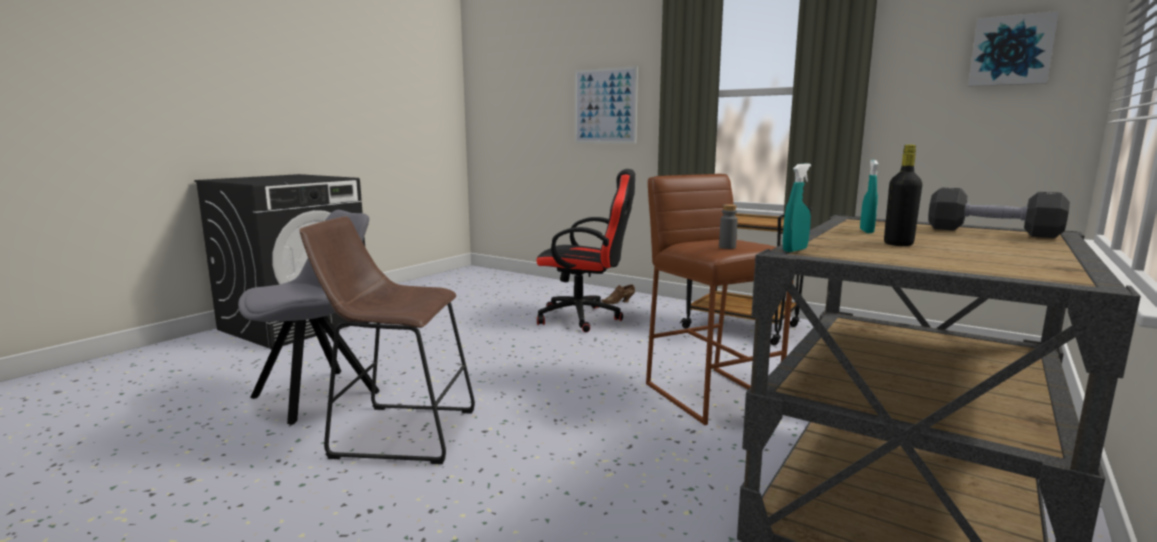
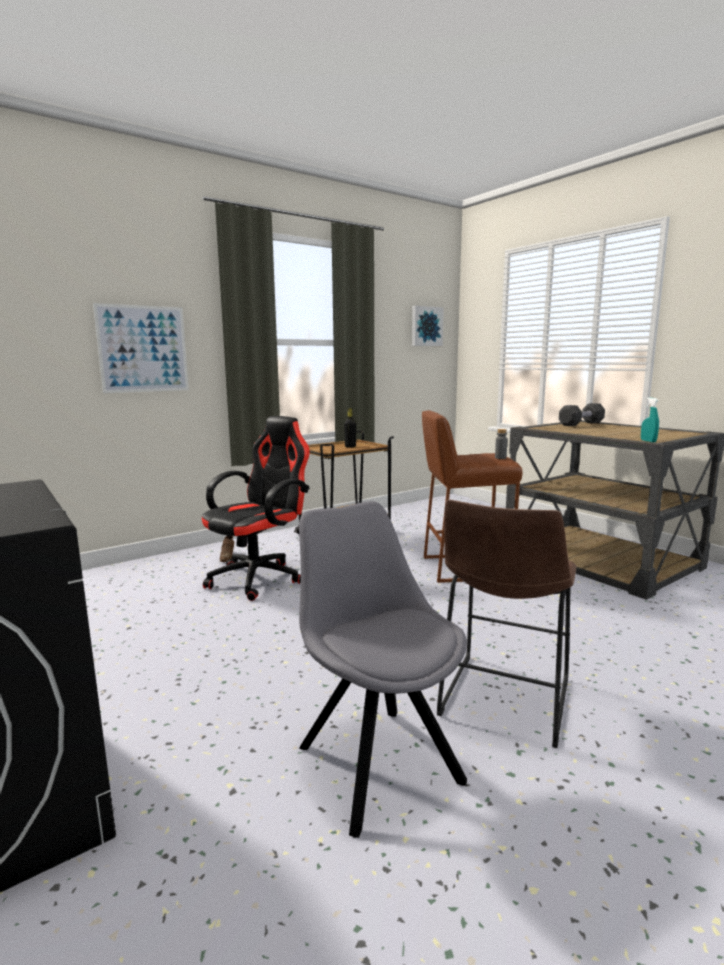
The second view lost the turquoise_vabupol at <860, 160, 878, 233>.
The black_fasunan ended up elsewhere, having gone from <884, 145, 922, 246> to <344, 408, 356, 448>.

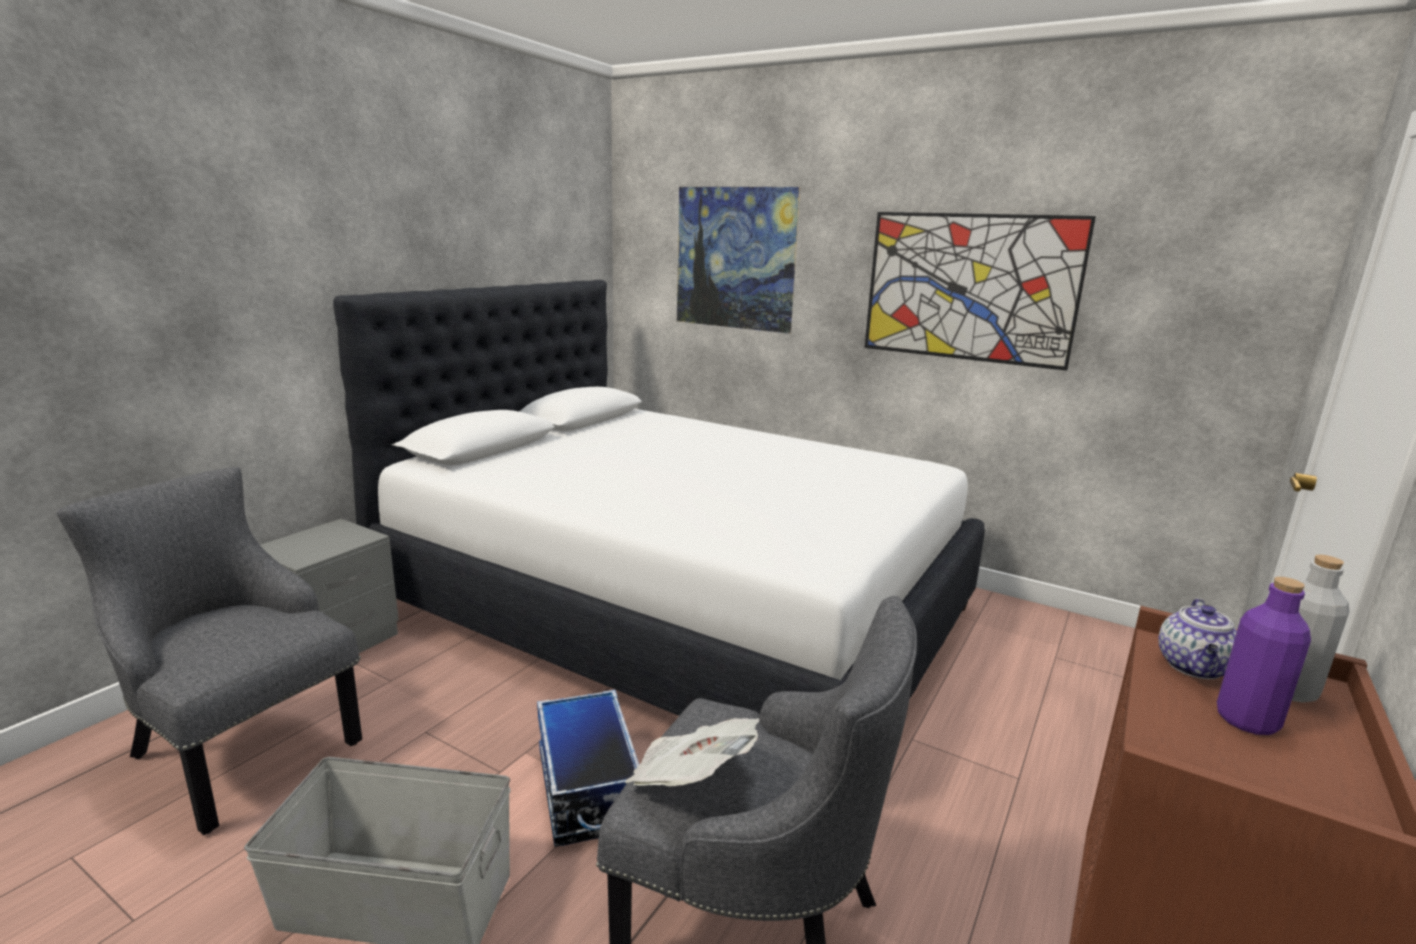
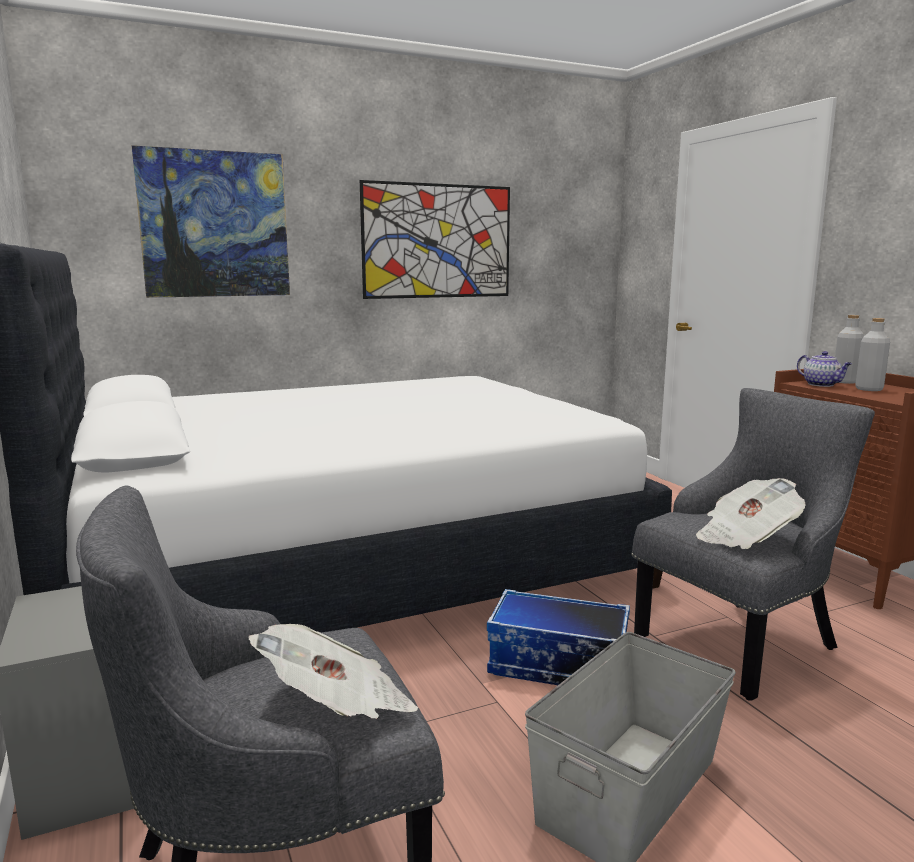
What was the purple_fasunan at <1217, 577, 1311, 735> turned into the grey_fasunan at <855, 318, 890, 391>.
The second view gained the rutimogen at <249, 624, 418, 719>.

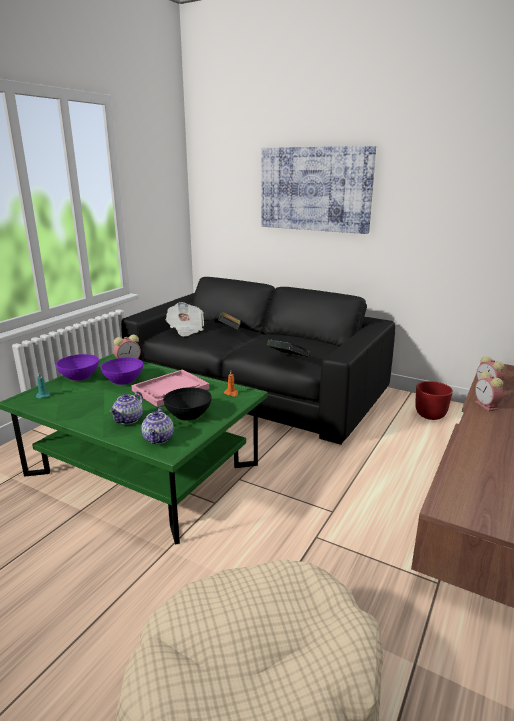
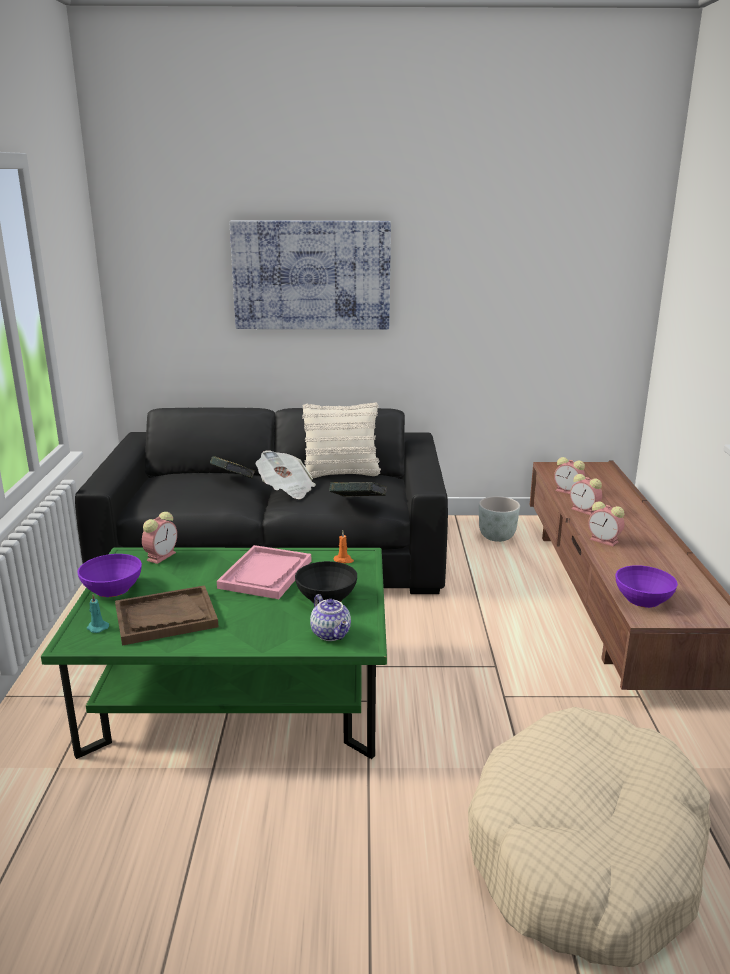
The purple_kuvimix ended up elsewhere, having gone from <101, 358, 143, 385> to <616, 565, 678, 608>.
The second view lost the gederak at <110, 391, 143, 425>.
The rutimogen ended up elsewhere, having gone from <166, 302, 204, 337> to <256, 450, 316, 499>.
What was the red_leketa at <415, 381, 453, 420> turned into the grey_leketa at <479, 496, 520, 542>.
The second view gained the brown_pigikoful at <115, 585, 219, 646>.
The second view gained the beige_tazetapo at <302, 402, 381, 478>.
The second view gained the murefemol at <588, 501, 624, 546>.

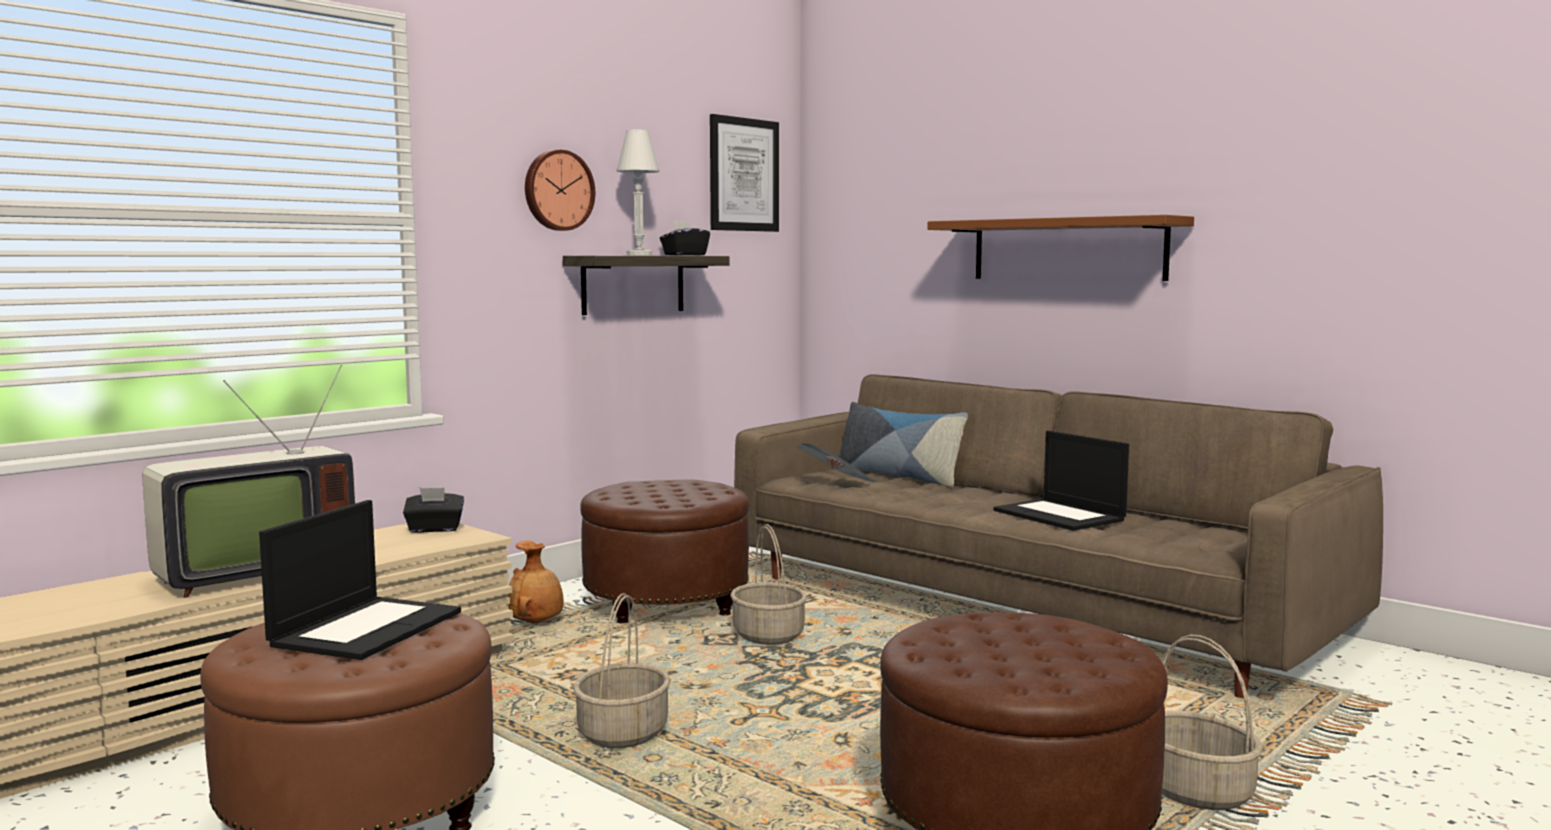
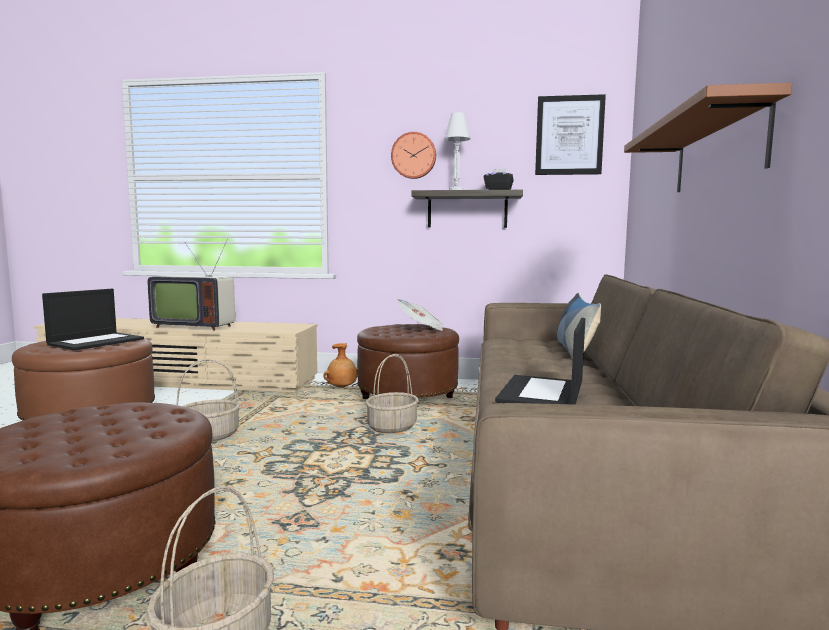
The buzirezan at <259, 500, 461, 660> ended up facing another way, 45 degrees counterclockwise from before.
The second view lost the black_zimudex at <403, 488, 464, 533>.
The rutimogen ended up elsewhere, having gone from <797, 443, 877, 482> to <397, 299, 443, 331>.

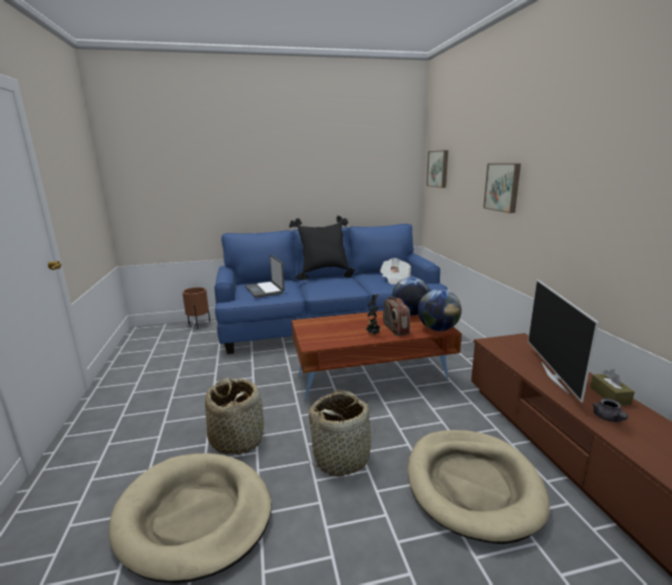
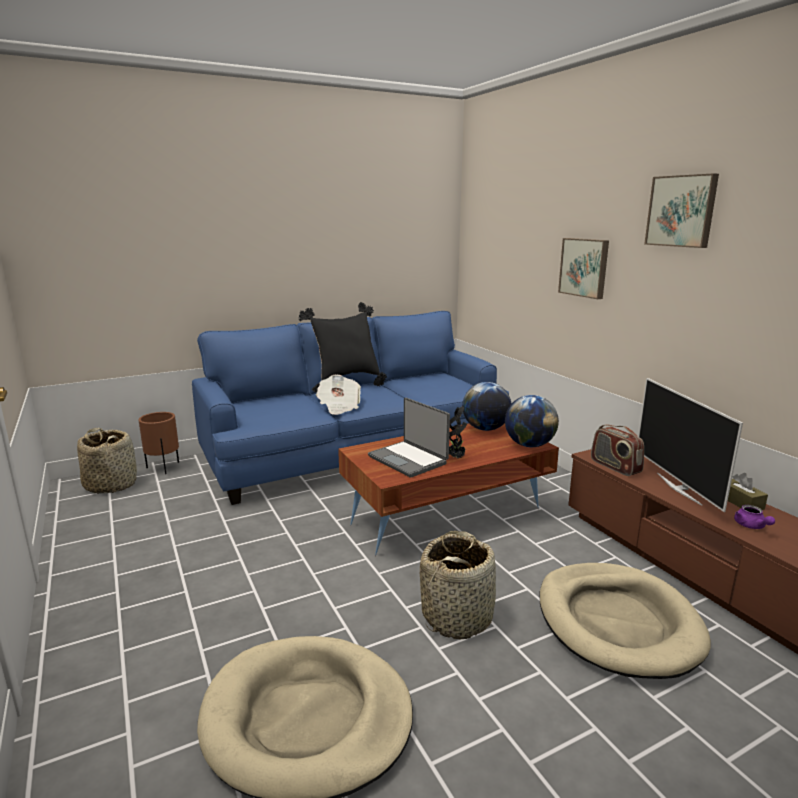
The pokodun ended up elsewhere, having gone from <205, 378, 264, 455> to <77, 428, 137, 494>.
The buzirezan ended up elsewhere, having gone from <245, 255, 285, 298> to <368, 398, 450, 478>.
The rutimogen ended up elsewhere, having gone from <380, 258, 411, 284> to <316, 375, 361, 415>.
The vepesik ended up elsewhere, having gone from <383, 297, 410, 336> to <591, 424, 644, 476>.
The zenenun ended up elsewhere, having gone from <427, 150, 448, 188> to <644, 173, 719, 248>.
What was the grey_gederak at <592, 398, 628, 422> turned into the purple_gederak at <734, 505, 775, 529>.

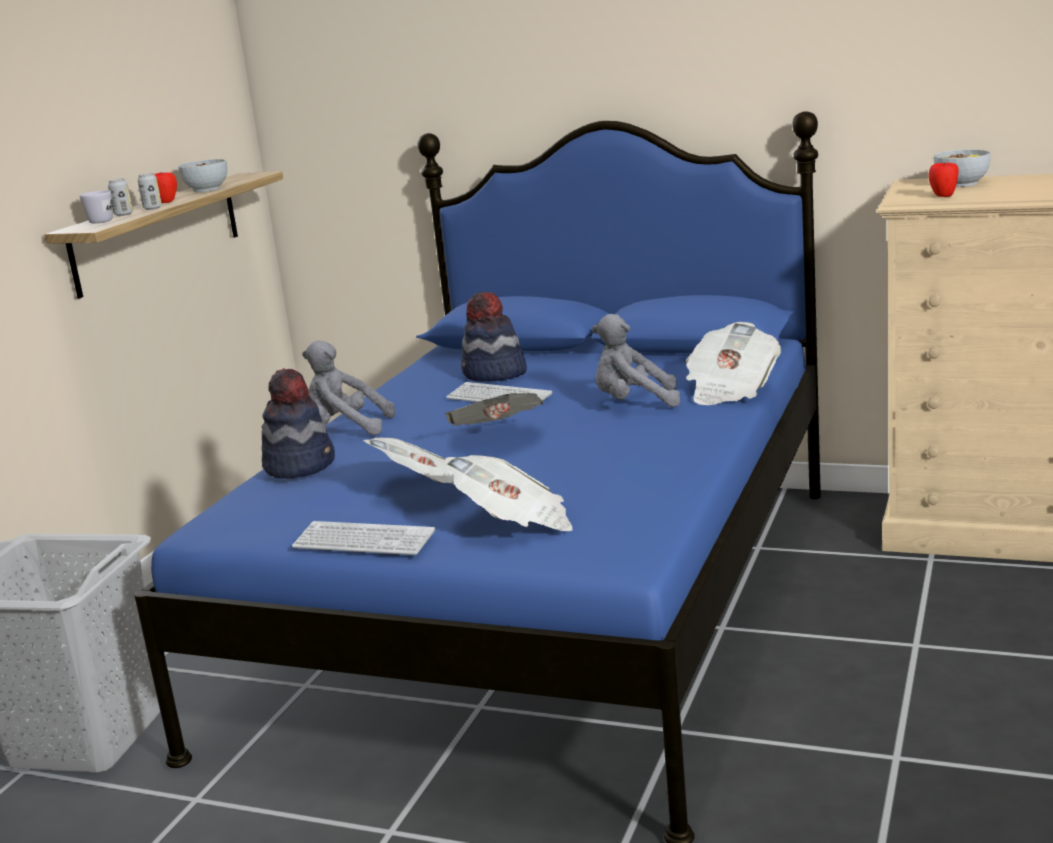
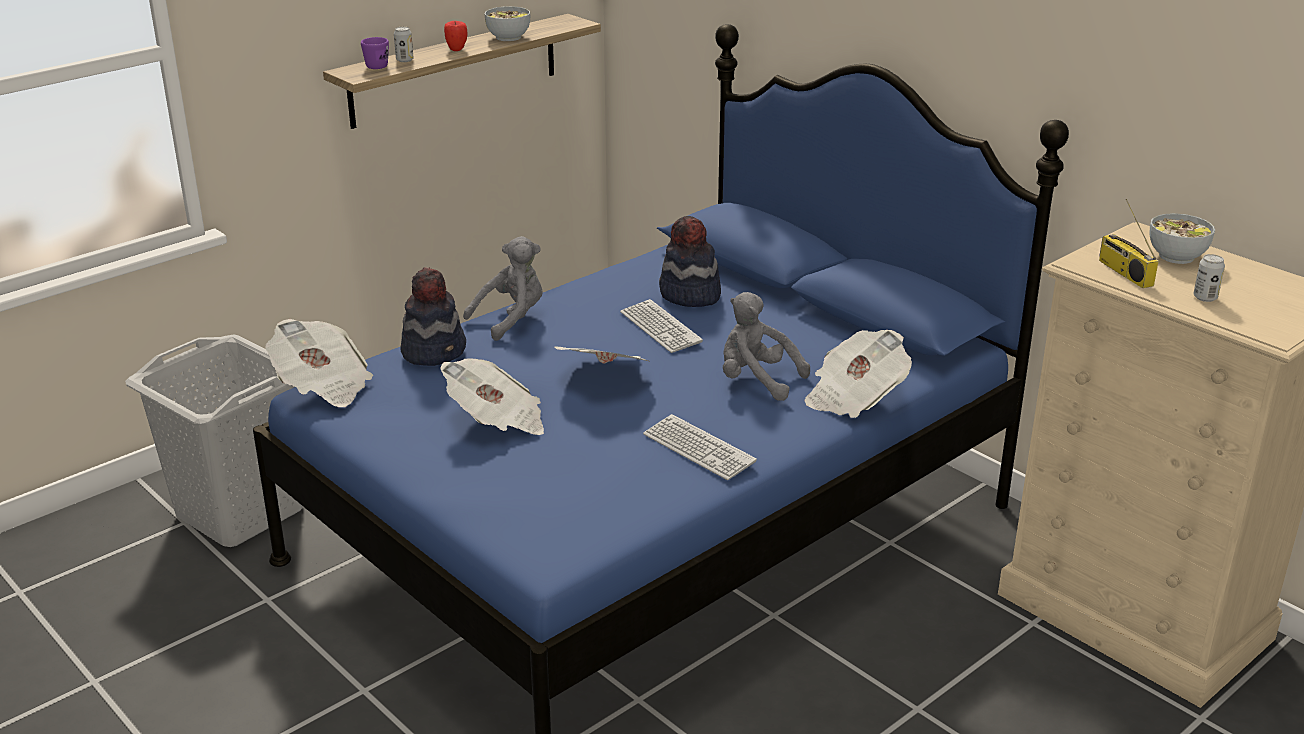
What was the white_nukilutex at <80, 190, 113, 223> turned into the purple_nukilutex at <361, 37, 389, 69>.
The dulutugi ended up elsewhere, having gone from <138, 173, 162, 210> to <1193, 254, 1225, 302>.
The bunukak ended up elsewhere, having gone from <292, 521, 435, 555> to <643, 414, 757, 480>.
The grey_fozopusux at <302, 340, 395, 435> ended up facing another way, 105 degrees clockwise from before.
The rutimogen ended up elsewhere, having gone from <444, 455, 573, 531> to <265, 319, 373, 407>.
Where the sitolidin stood at <929, 162, 959, 197>, the vepesik came to stand at <1099, 199, 1159, 288>.

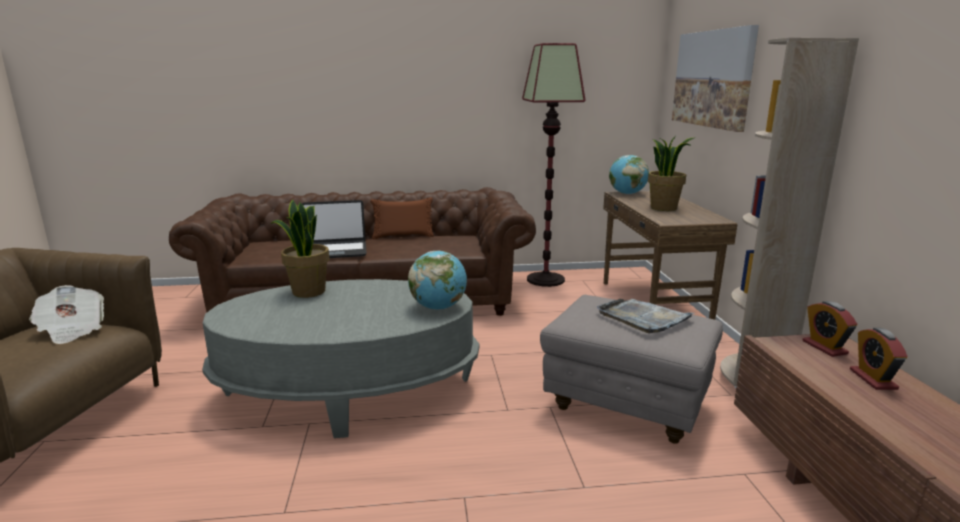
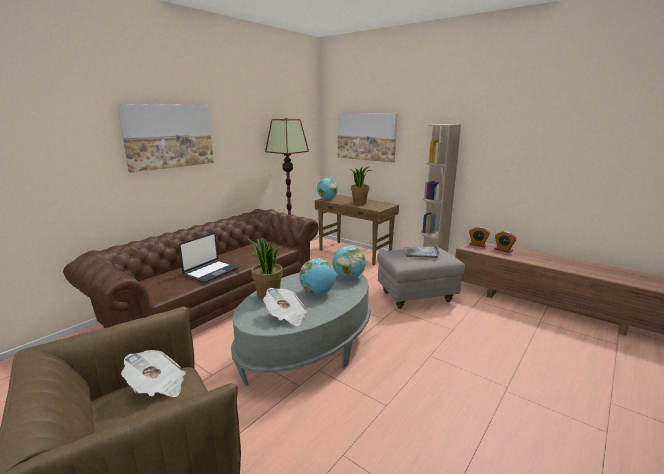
The second view lost the brown_tazetapo at <370, 198, 434, 239>.
The second view gained the zenenun at <117, 104, 214, 173>.
The second view gained the rutimogen at <263, 288, 308, 326>.
The second view gained the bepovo at <300, 258, 336, 295>.

